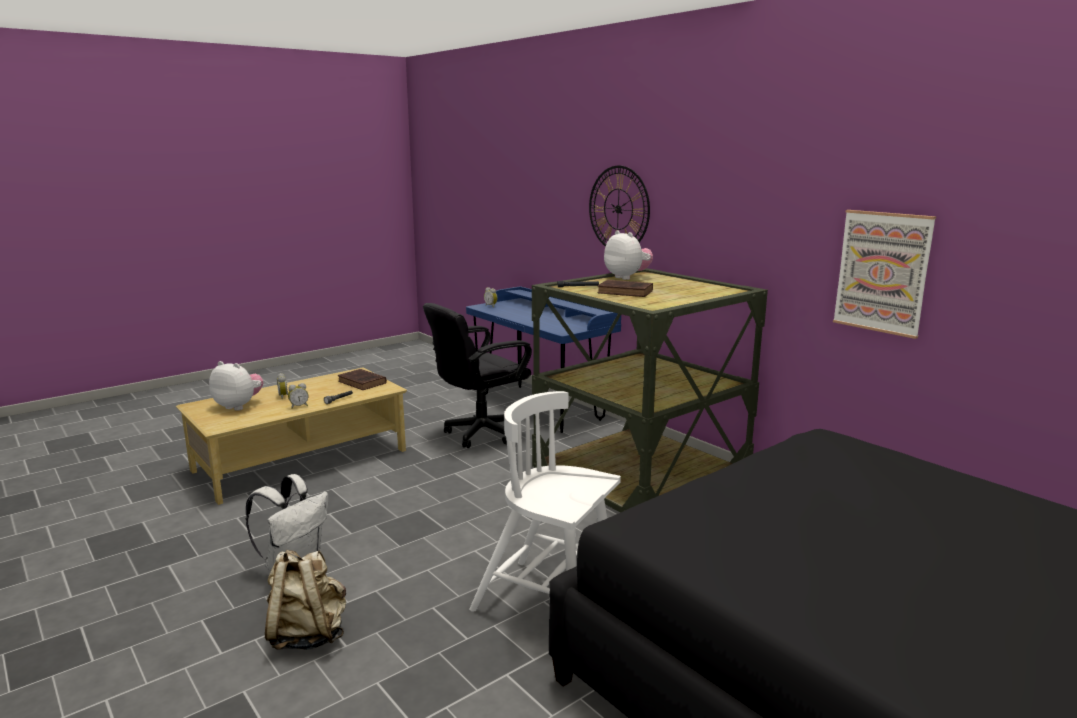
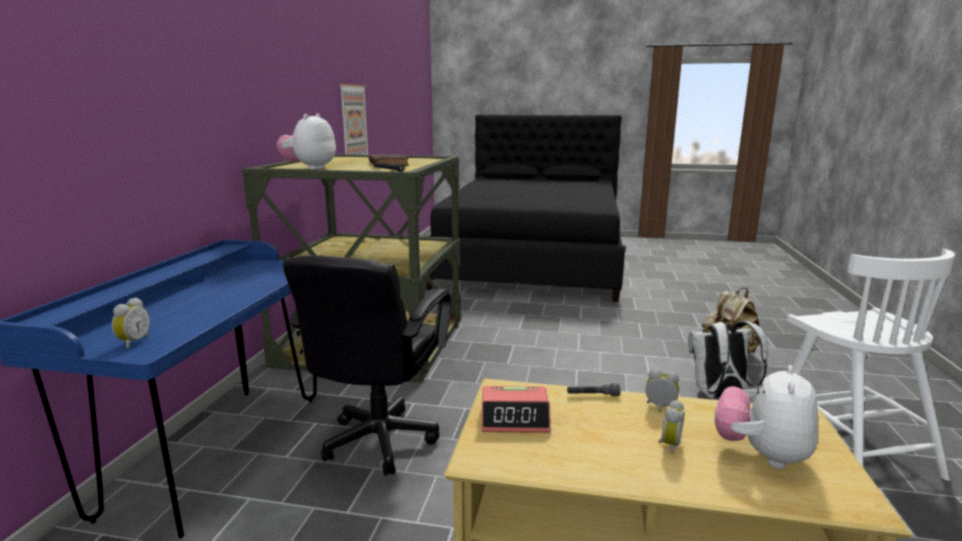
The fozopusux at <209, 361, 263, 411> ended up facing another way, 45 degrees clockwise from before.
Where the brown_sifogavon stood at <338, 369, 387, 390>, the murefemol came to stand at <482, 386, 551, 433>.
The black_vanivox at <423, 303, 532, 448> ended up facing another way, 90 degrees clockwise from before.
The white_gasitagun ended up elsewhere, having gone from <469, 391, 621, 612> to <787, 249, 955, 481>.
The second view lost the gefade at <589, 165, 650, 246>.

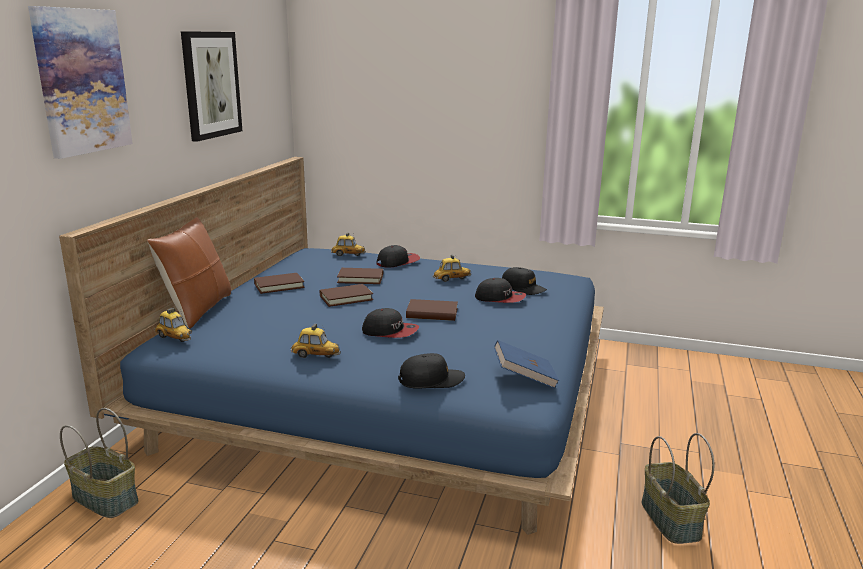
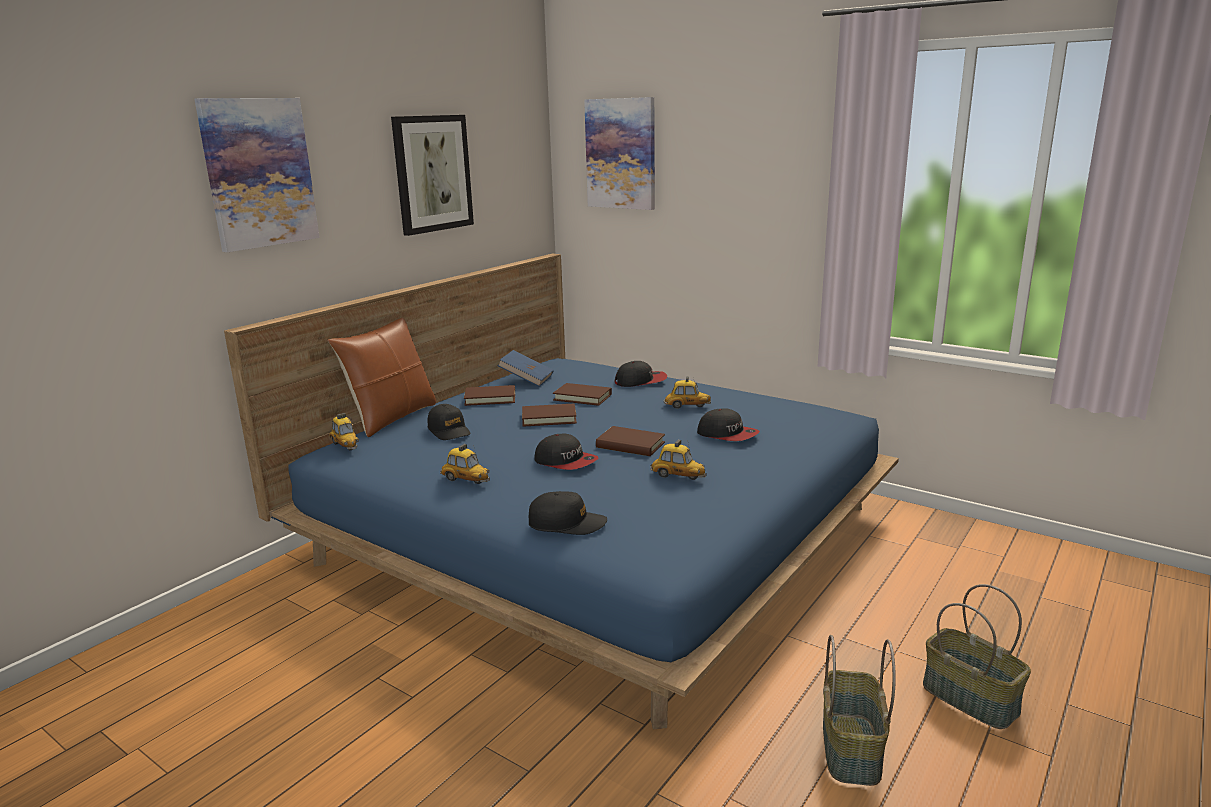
The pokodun ended up elsewhere, having gone from <60, 408, 139, 518> to <923, 584, 1031, 729>.
The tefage ended up elsewhere, having gone from <331, 232, 366, 256> to <650, 440, 707, 480>.
The blue_sifogavon ended up elsewhere, having gone from <494, 340, 559, 389> to <498, 350, 554, 387>.
The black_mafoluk ended up elsewhere, having gone from <502, 267, 547, 295> to <428, 404, 471, 440>.
The second view gained the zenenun at <584, 97, 655, 210>.

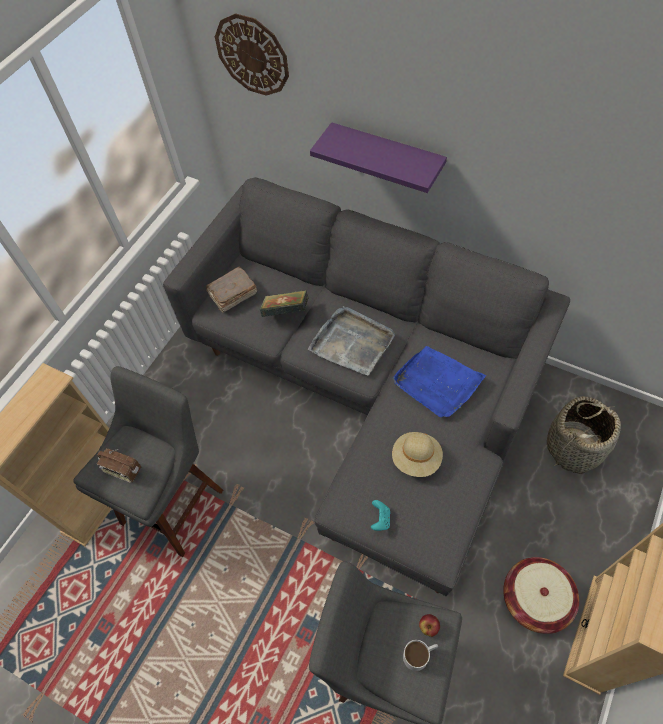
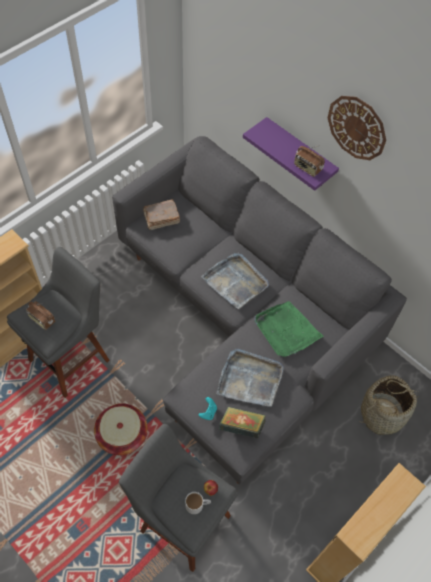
The gefade ended up elsewhere, having gone from <215, 13, 289, 96> to <328, 96, 386, 160>.
The sifogavon ended up elsewhere, having gone from <260, 290, 309, 317> to <219, 407, 266, 438>.
Where the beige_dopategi stood at <392, 432, 443, 477>, the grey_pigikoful came to stand at <216, 349, 284, 407>.
What was the blue_pigikoful at <393, 346, 486, 417> turned into the green_pigikoful at <255, 301, 324, 357>.
The pokodun ended up elsewhere, having gone from <503, 557, 579, 634> to <94, 403, 147, 455>.
The second view gained the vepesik at <294, 145, 325, 177>.

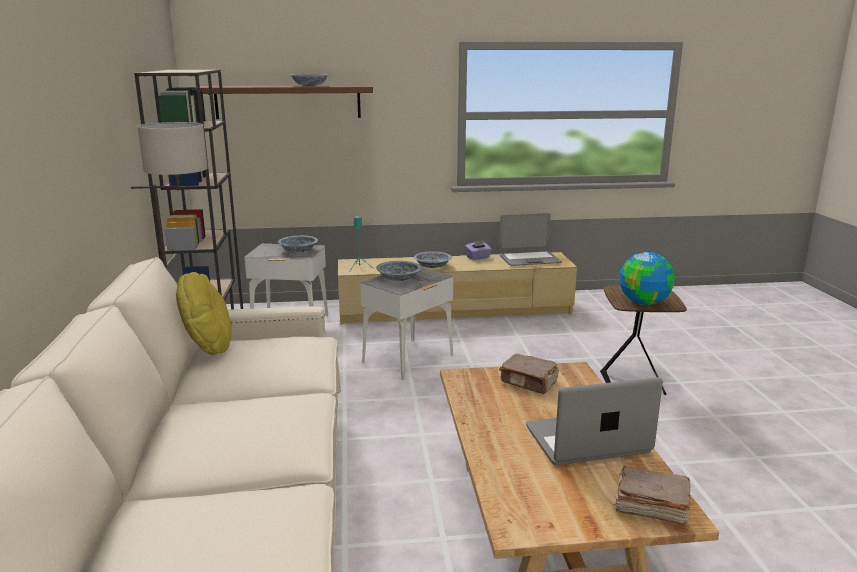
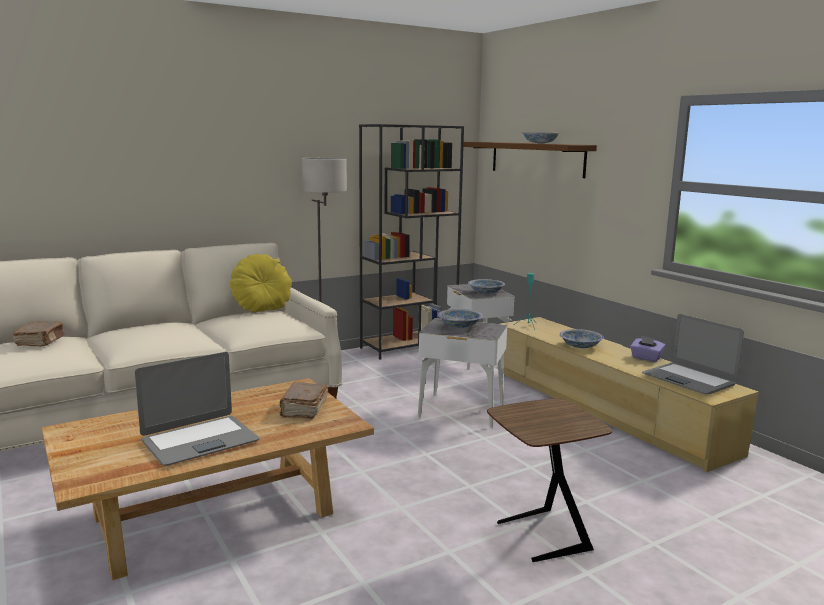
The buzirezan at <526, 377, 663, 465> ended up facing another way, 90 degrees clockwise from before.
The brown_sifogavon ended up elsewhere, having gone from <614, 466, 691, 524> to <13, 321, 64, 347>.
The second view lost the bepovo at <619, 252, 675, 305>.

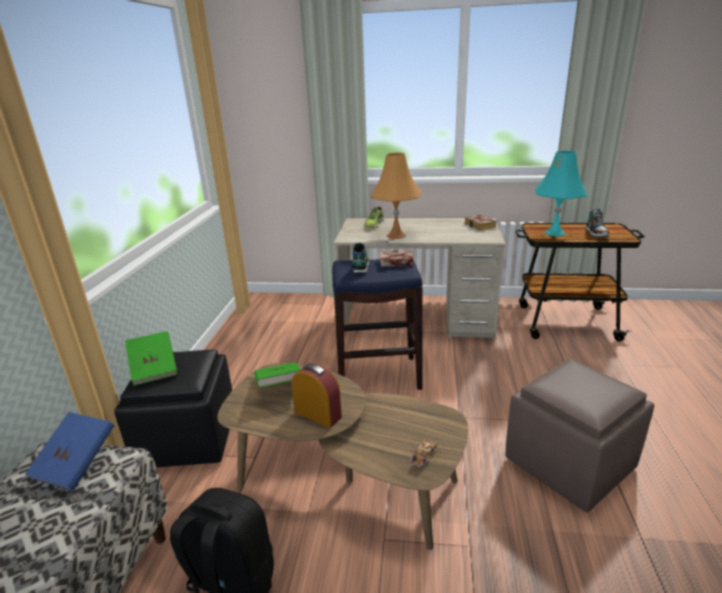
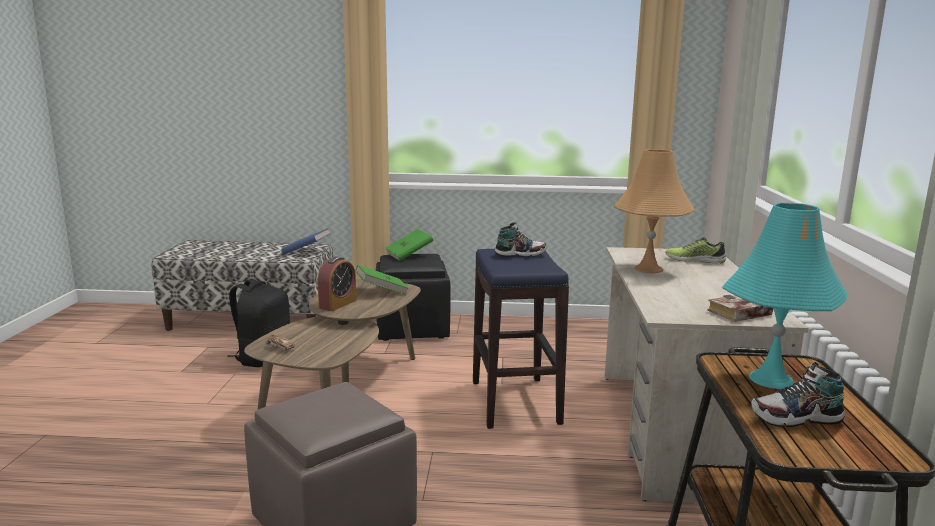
The second view lost the sifogavon at <380, 250, 414, 267>.

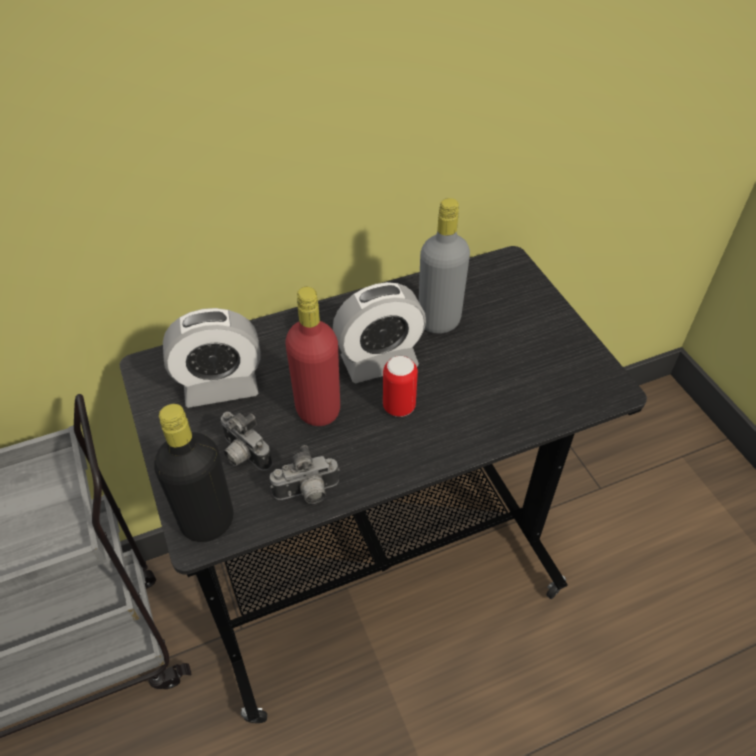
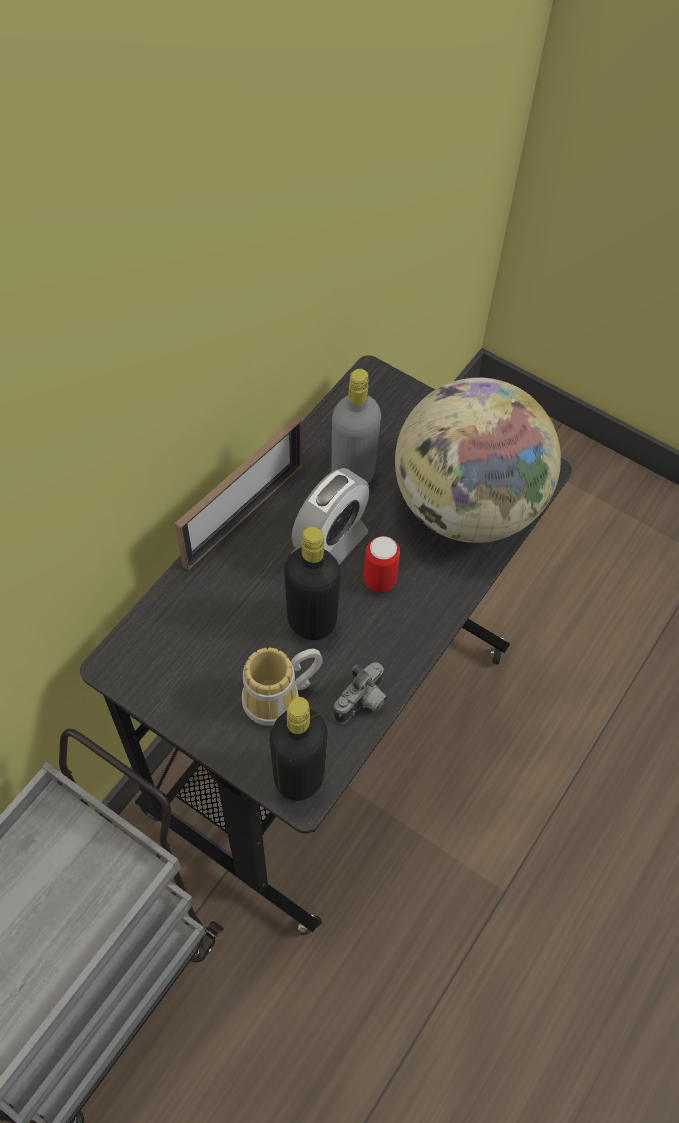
The second view lost the murefemol at <163, 308, 260, 408>.
Where the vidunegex stood at <220, 412, 272, 471>, the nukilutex came to stand at <242, 647, 323, 726>.
What was the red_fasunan at <285, 287, 340, 426> turned into the black_fasunan at <284, 527, 341, 640>.
The second view gained the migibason at <175, 416, 302, 570>.
The second view gained the bepovo at <395, 378, 561, 543>.

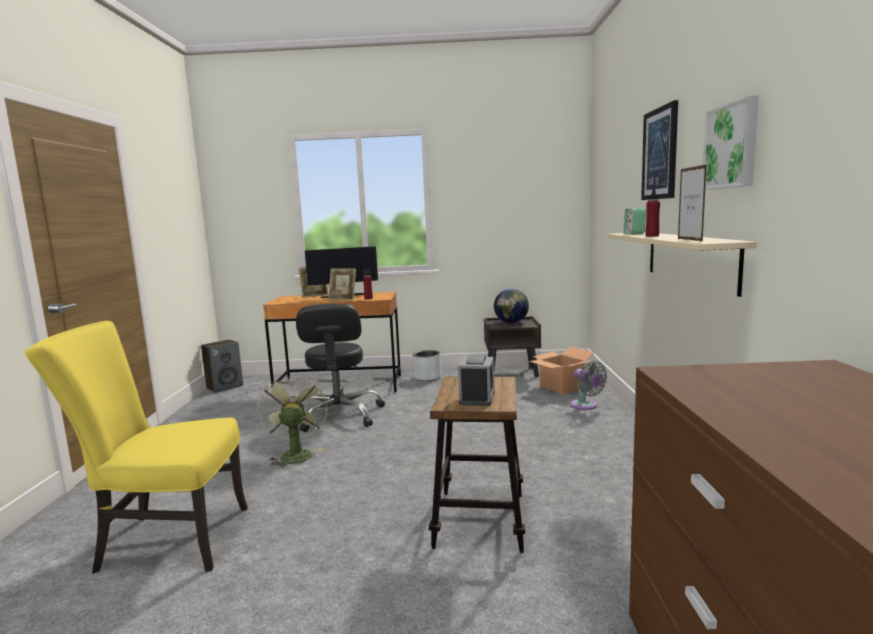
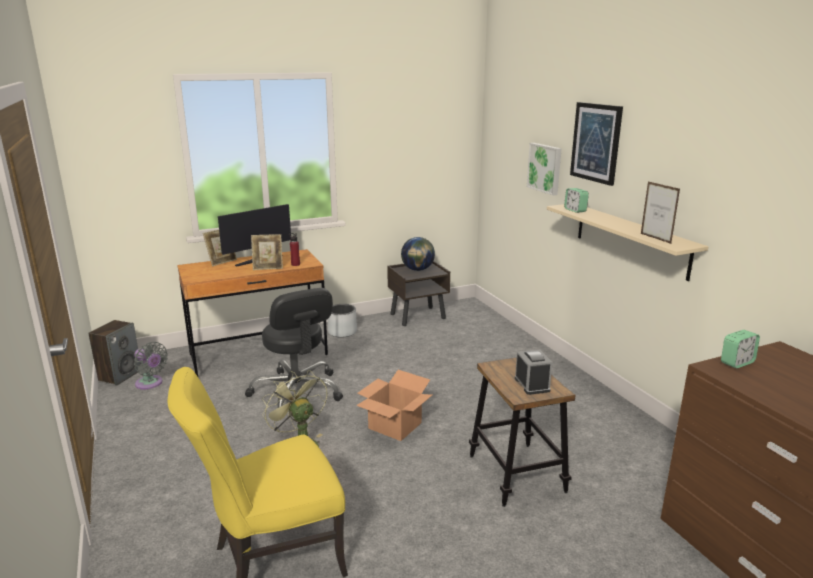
The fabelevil ended up elsewhere, having gone from <529, 347, 594, 394> to <356, 370, 432, 441>.
The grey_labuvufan ended up elsewhere, having gone from <570, 361, 607, 410> to <134, 342, 168, 389>.
The second view lost the red_fasunan at <645, 188, 660, 237>.
The zenenun ended up elsewhere, having gone from <703, 95, 759, 190> to <527, 143, 562, 195>.
The second view gained the murefemol at <721, 330, 760, 368>.

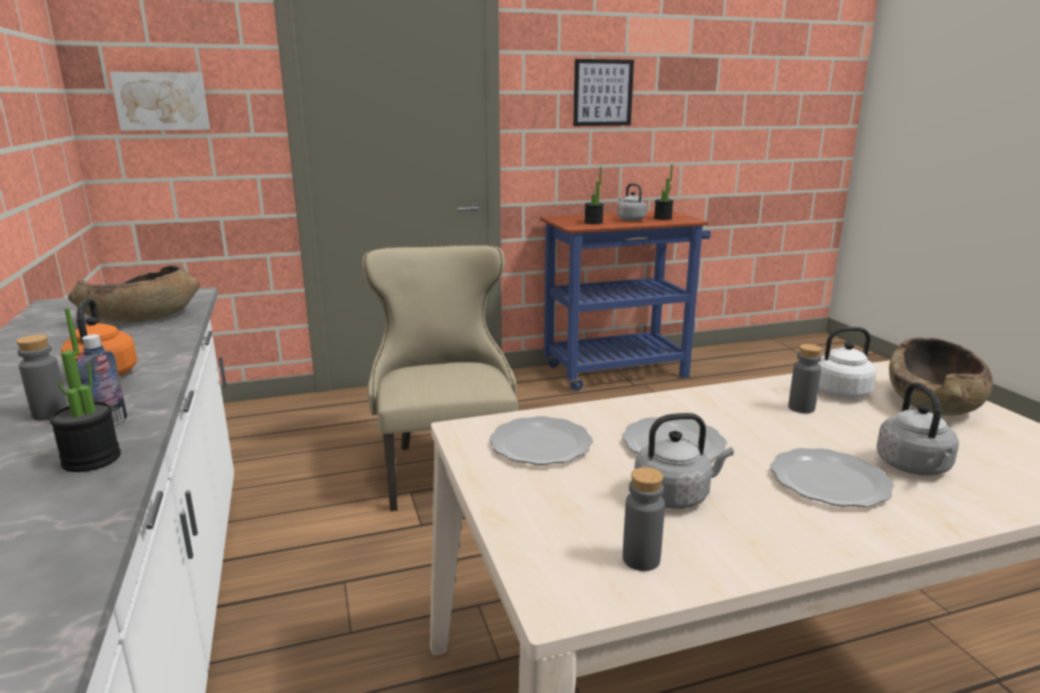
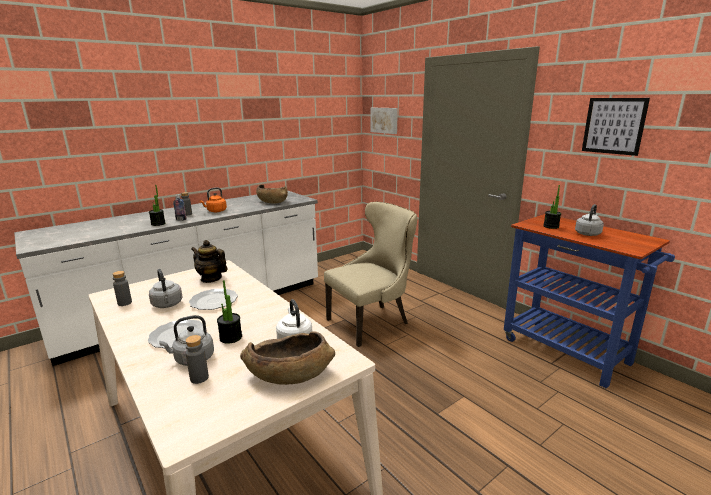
Where the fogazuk stood at <490, 416, 593, 465>, the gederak came to stand at <191, 240, 227, 283>.
The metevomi ended up elsewhere, having gone from <654, 164, 673, 220> to <217, 280, 242, 344>.
The grey_fasunan ended up elsewhere, having gone from <788, 344, 822, 413> to <185, 335, 209, 384>.

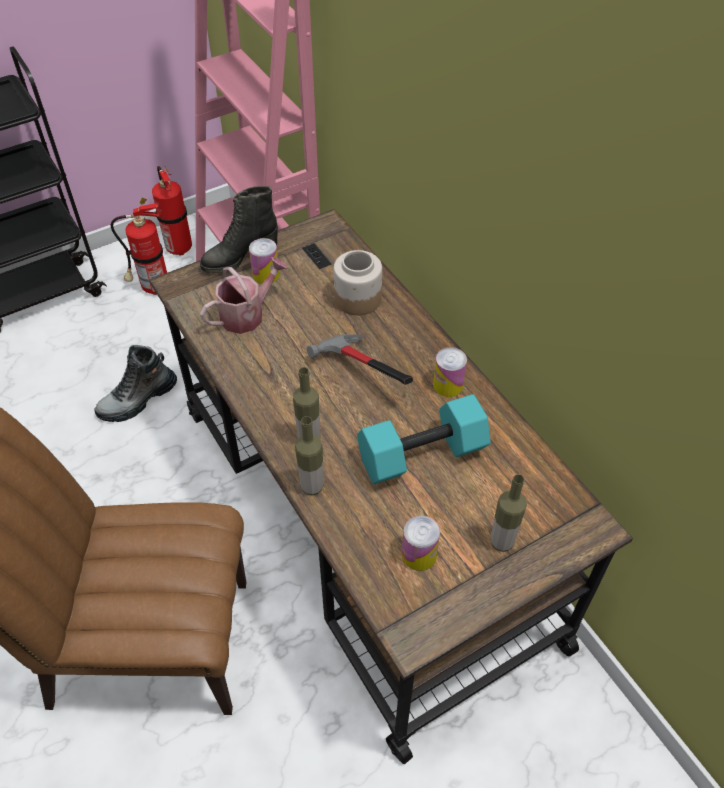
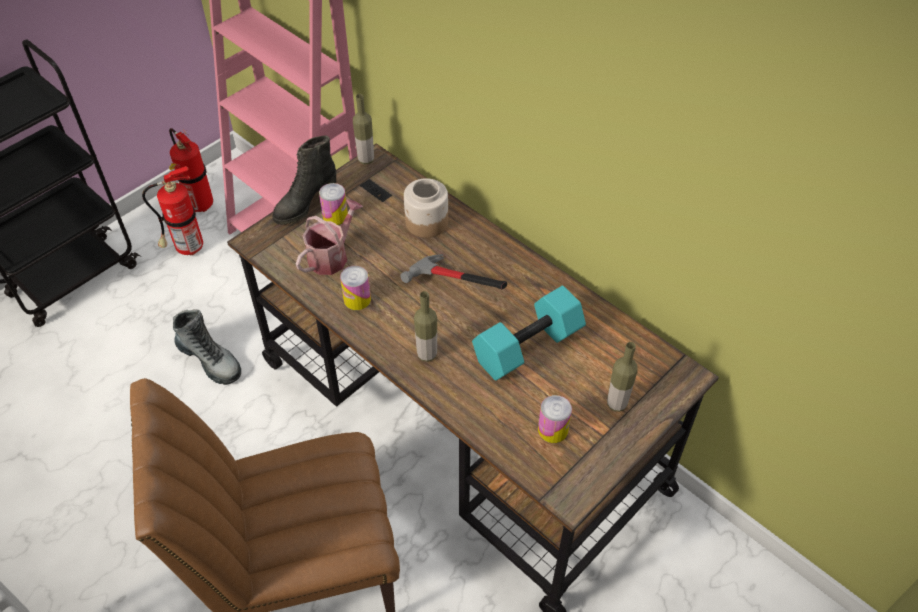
The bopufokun at <94, 345, 177, 422> ended up facing another way, 90 degrees counterclockwise from before.
The fasunan ended up elsewhere, having gone from <295, 416, 324, 496> to <353, 94, 374, 164>.
The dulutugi ended up elsewhere, having gone from <433, 347, 467, 397> to <340, 266, 371, 310>.

